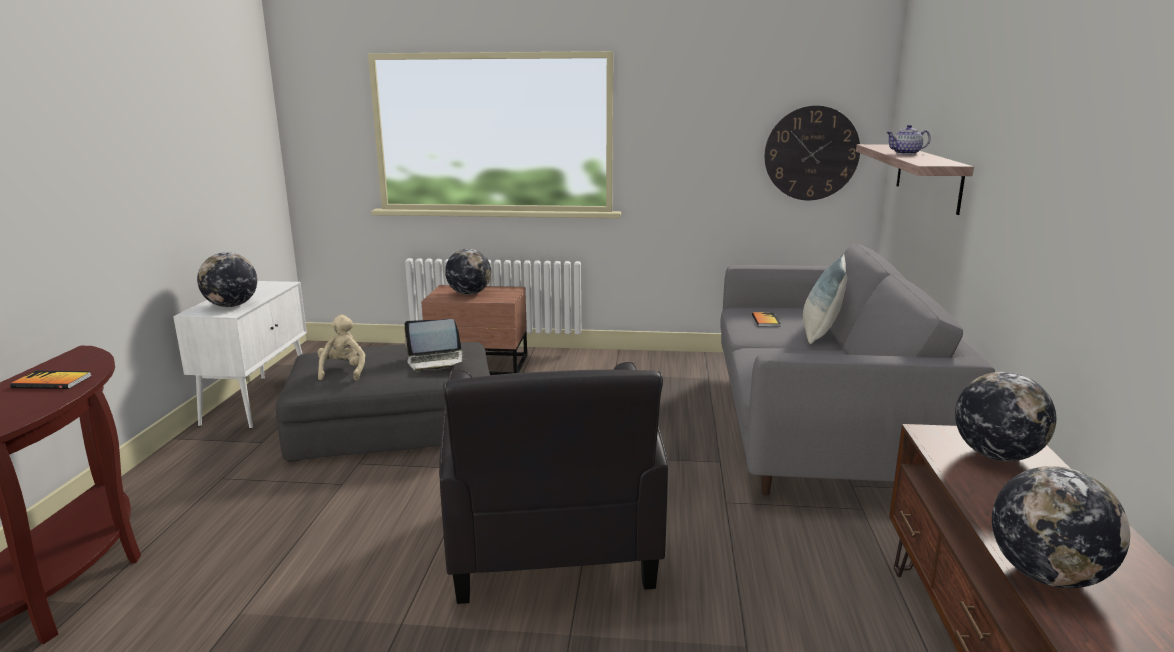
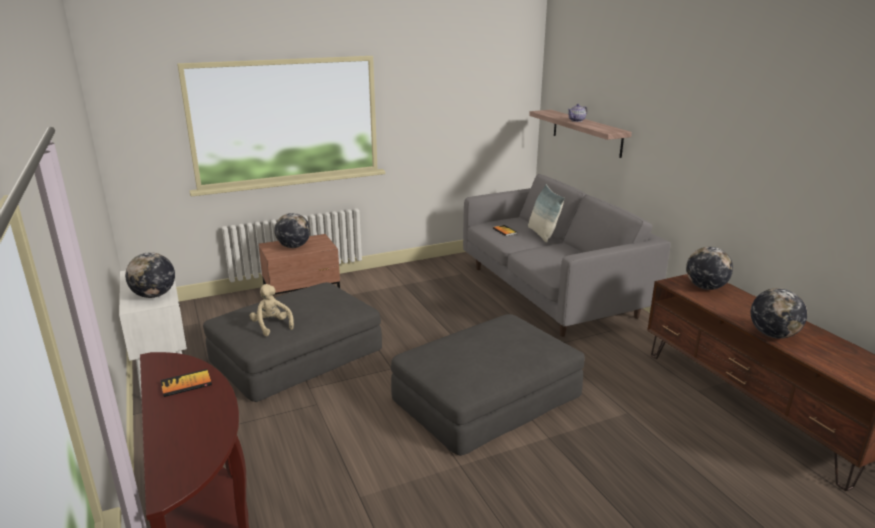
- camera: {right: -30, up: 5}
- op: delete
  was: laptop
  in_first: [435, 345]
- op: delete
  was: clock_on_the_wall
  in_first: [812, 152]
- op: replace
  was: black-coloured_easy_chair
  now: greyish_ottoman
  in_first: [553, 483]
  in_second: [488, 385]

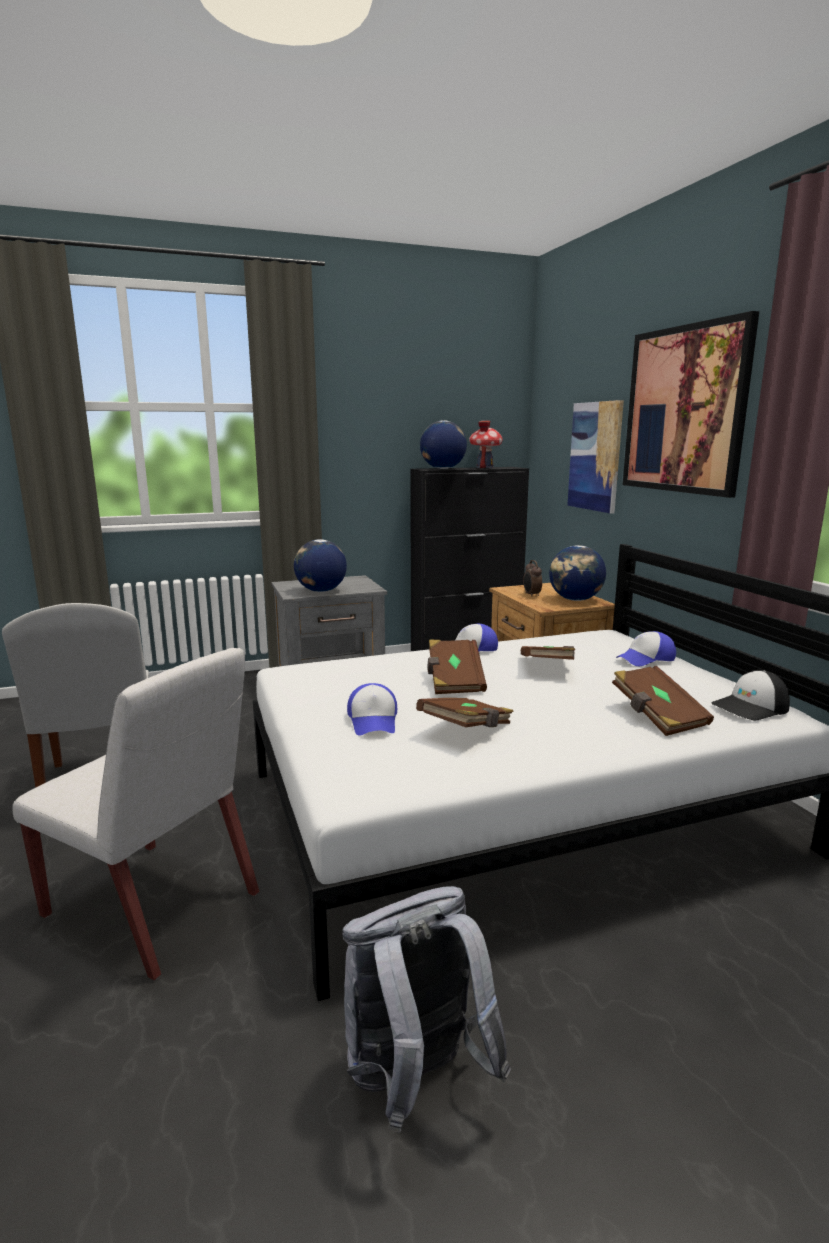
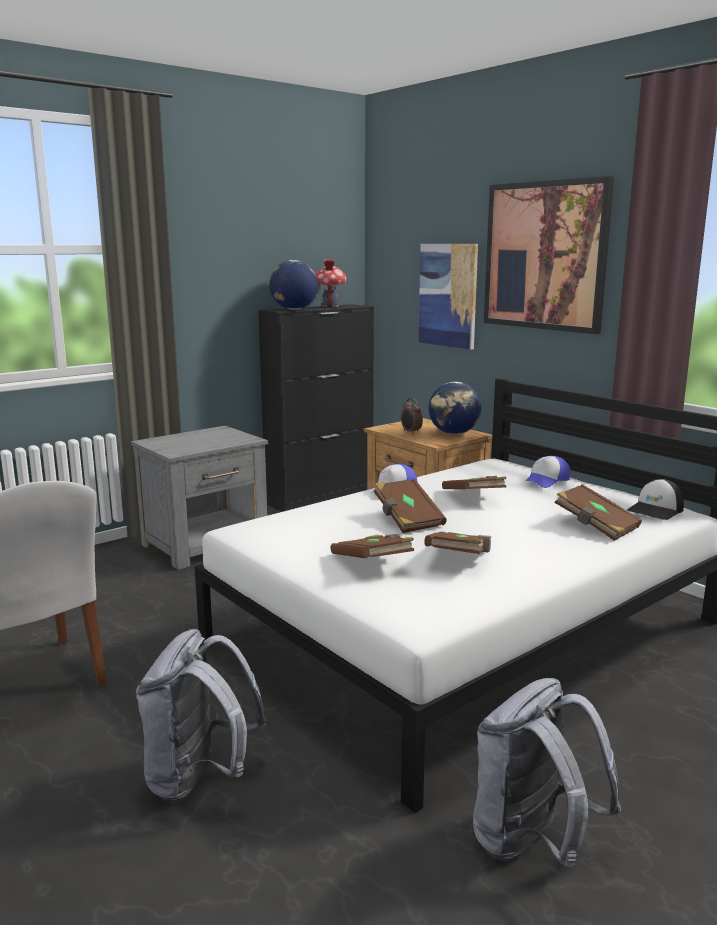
- camera: {right: -20, up: 0}
- op: delete
  was: world_globe
  in_first: [320, 565]
- op: replace
  was: white-coloured_chair
  now: greyish_backpack
  in_first: [135, 814]
  in_second: [201, 715]
- op: replace
  was: peaked_cap
  now: brown-coloured_book
  in_first: [372, 709]
  in_second: [372, 546]

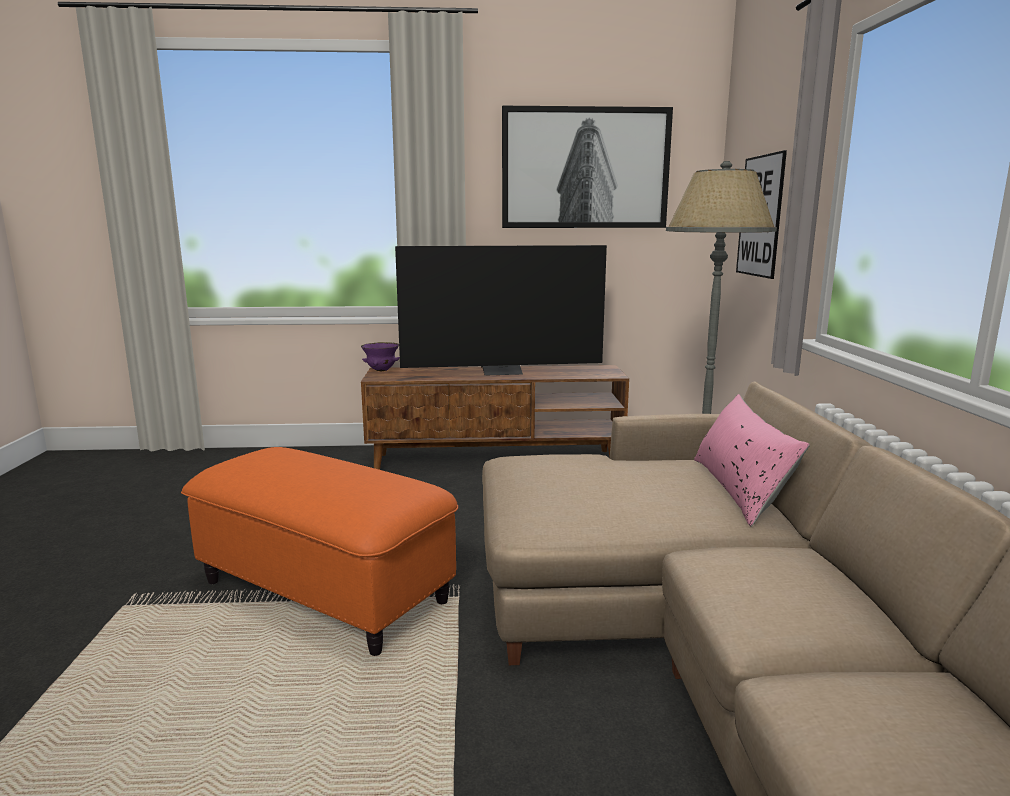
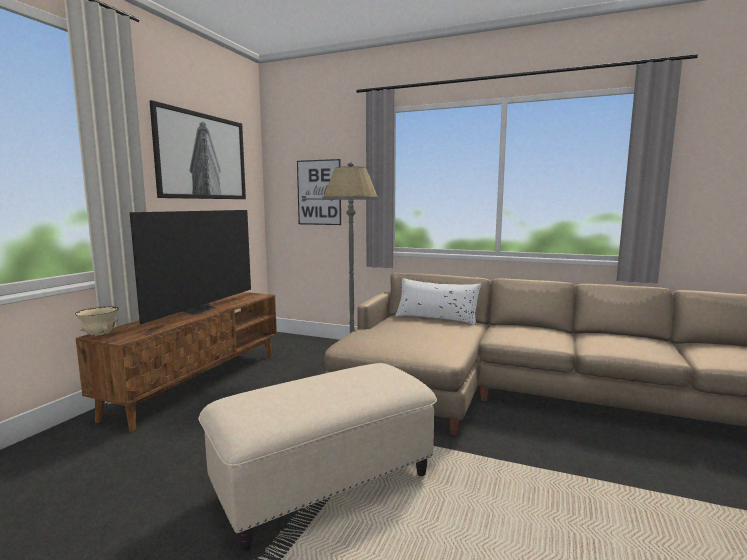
- camera: {right: -65, up: -5}
- op: recolor
  was: orange_ottoman
  now: beige_ottoman
  in_first: [319, 551]
  in_second: [317, 457]
- op: recolor
  was: purple-coloured_bowl
  now: beige_bowl
  in_first: [380, 356]
  in_second: [97, 321]
- op: recolor
  was: pink-coloured_throw_pillow
  now: white-coloured_throw_pillow
  in_first: [752, 460]
  in_second: [438, 301]

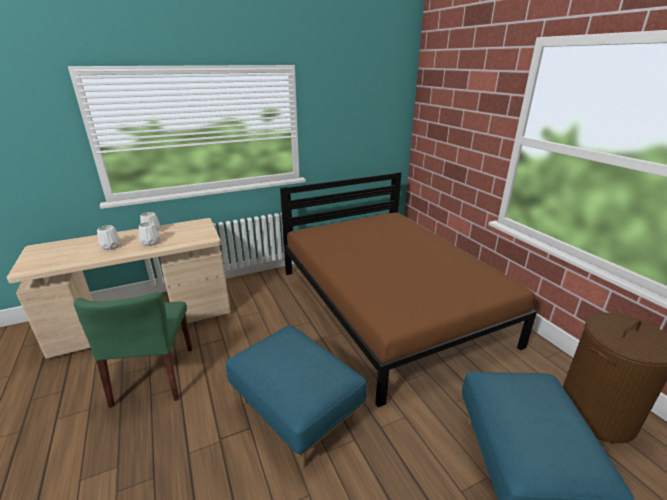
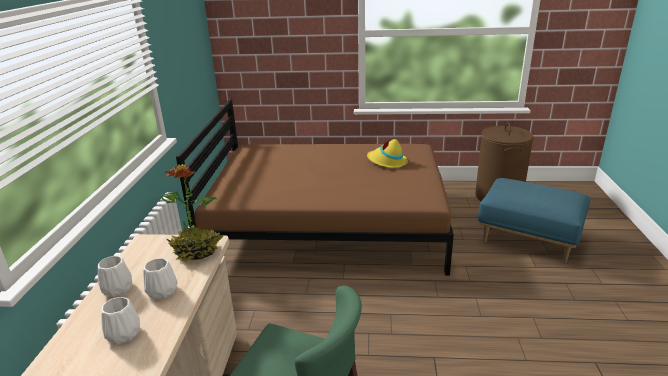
- camera: {right: -60, up: 0}
- op: delete
  was: blue_ottoman
  in_first: [296, 396]
- op: insert
  now: houseplant
  in_second: [190, 213]
- op: insert
  now: yellow-coloured_wearable_hat
  in_second: [387, 153]

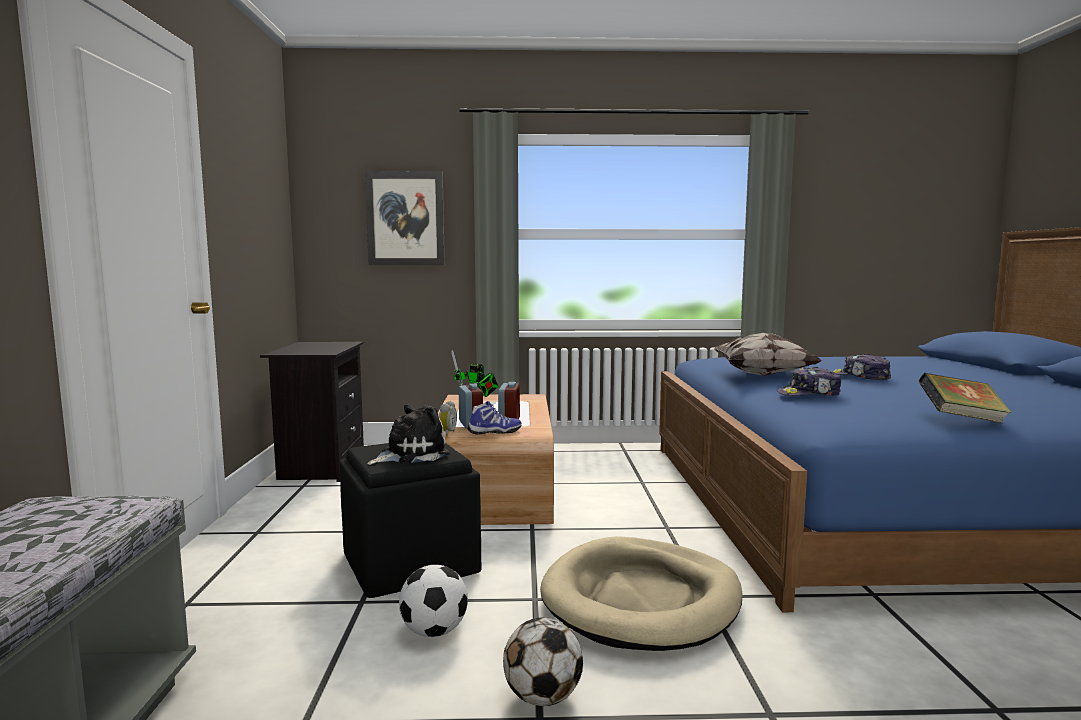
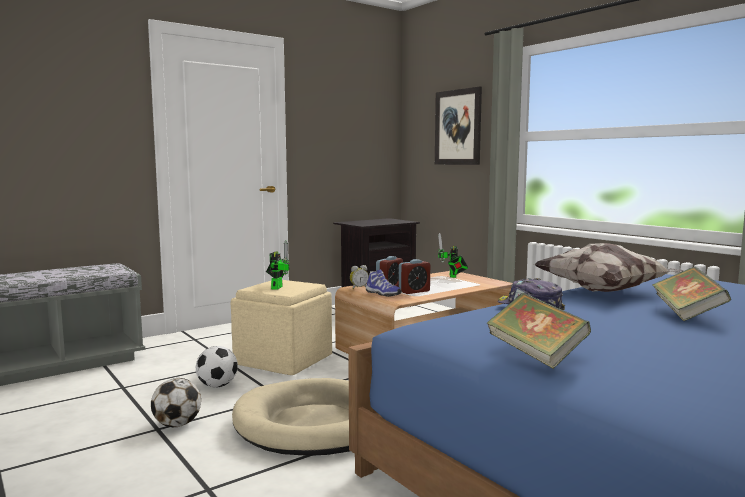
- camera: {right: 55, up: 0}
- op: replace
  was: cuddly_toy
  now: robot_figure
  in_first: [408, 434]
  in_second: [278, 265]
- op: replace
  was: peaked_cap
  now: book
  in_first: [862, 367]
  in_second: [691, 294]
- op: recolor
  was: black-coloured_ottoman
  now: beige_ottoman
  in_first: [410, 520]
  in_second: [281, 327]

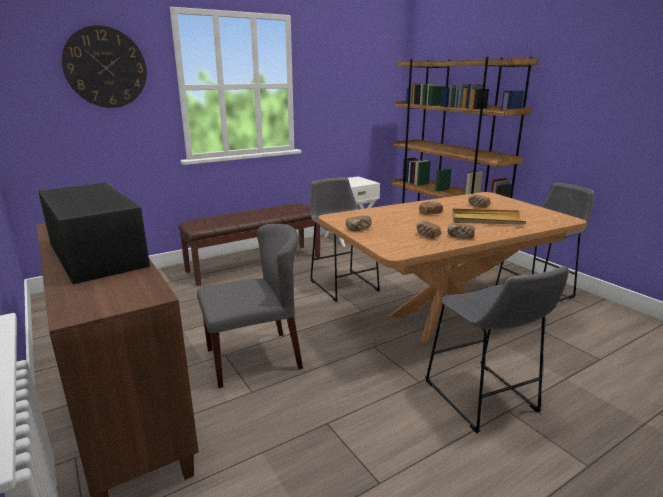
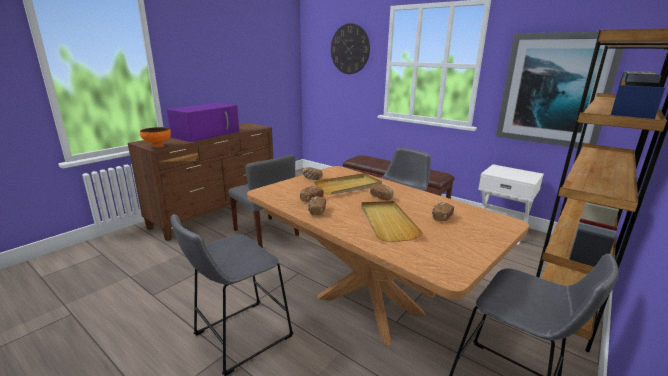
- camera: {right: 70, up: 0}
- op: insert
  now: orange_bowl
  in_second: [155, 137]
- op: insert
  now: beige_tray
  in_second: [348, 184]
- op: insert
  now: wall_picture
  in_second: [560, 90]
- op: recolor
  was: black-coloured_kitchen_microwave
  now: purple-coloured_kitchen_microwave
  in_first: [94, 233]
  in_second: [203, 122]

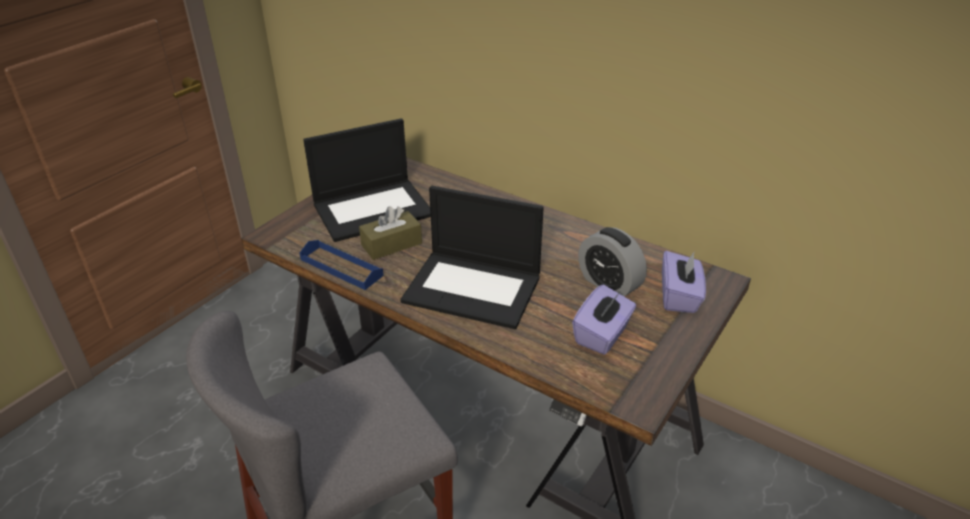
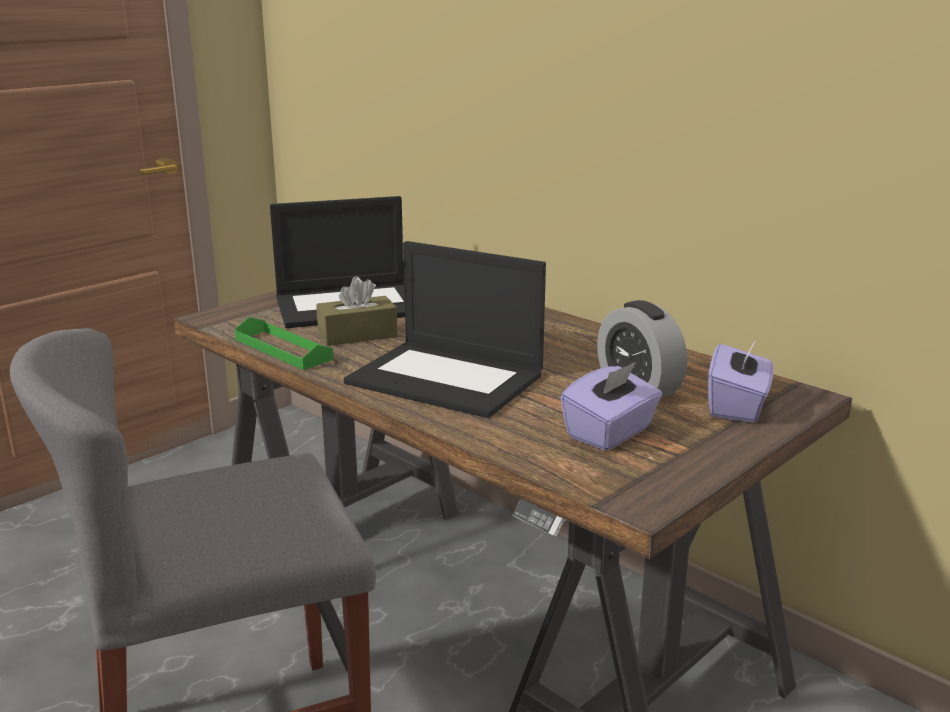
- camera: {right: 10, up: -15}
- op: recolor
  was: blue_tray
  now: green_tray
  in_first: [342, 265]
  in_second: [284, 343]

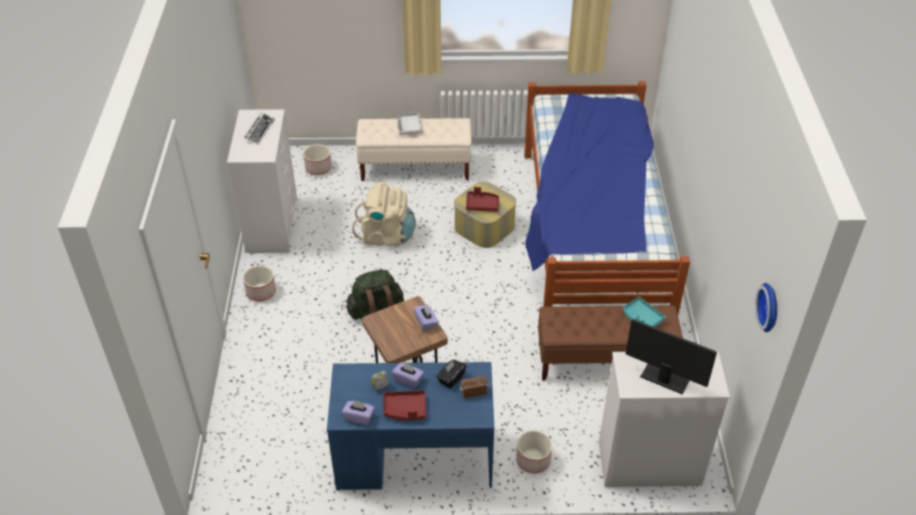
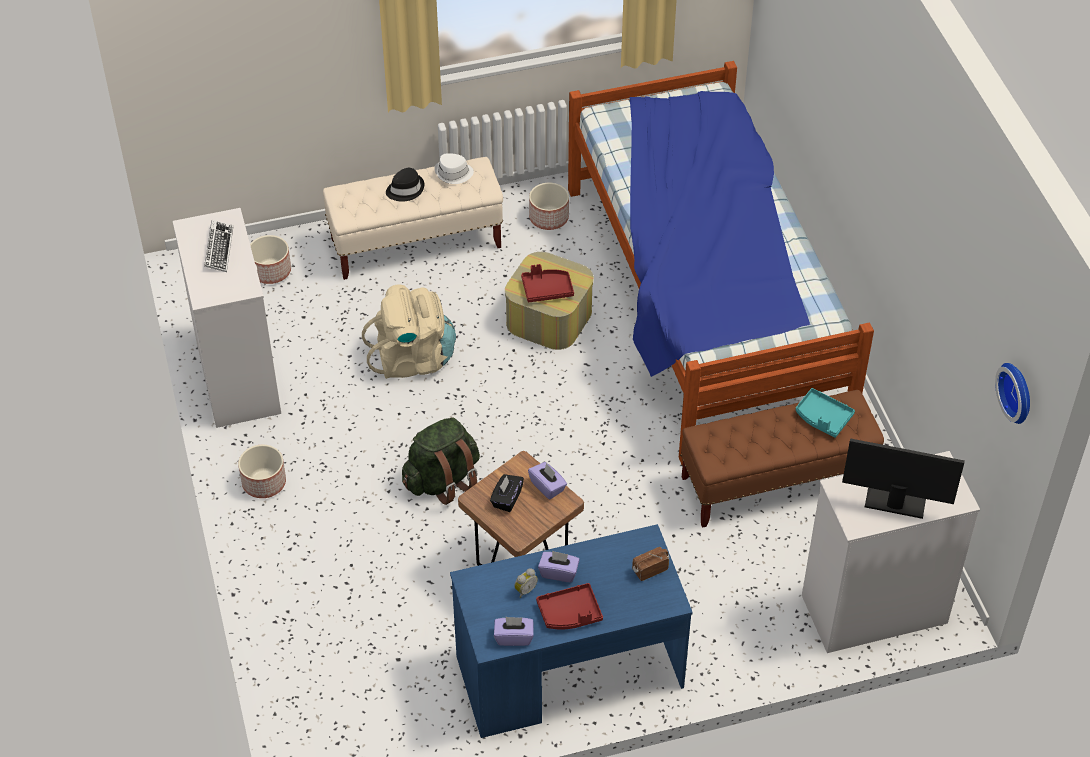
- camera: {right: -15, up: 5}
- op: insert
  now: white-coloured_wearable_hat
  in_second: [454, 168]
- op: move
  was: black-coloured_tissue_box
  in_first: [451, 373]
  in_second: [507, 493]
- op: move
  was: flower_pot
  in_first: [534, 452]
  in_second: [549, 206]
- op: replace
  was: greyish_tray
  now: black-coloured_wearable_hat
  in_first: [409, 123]
  in_second: [405, 185]

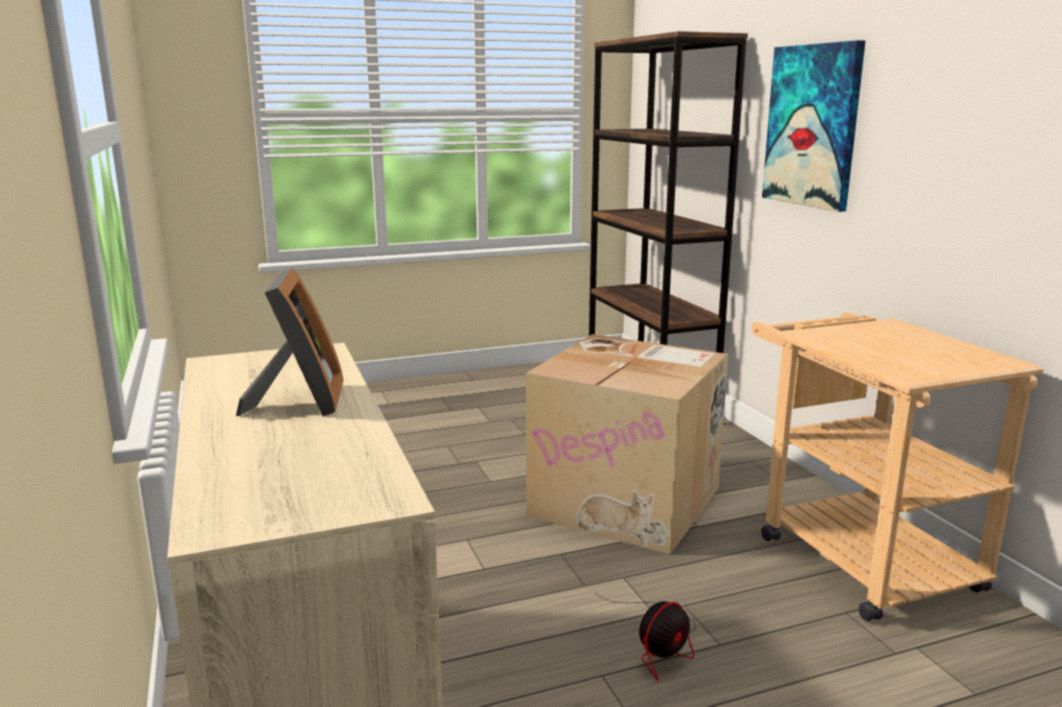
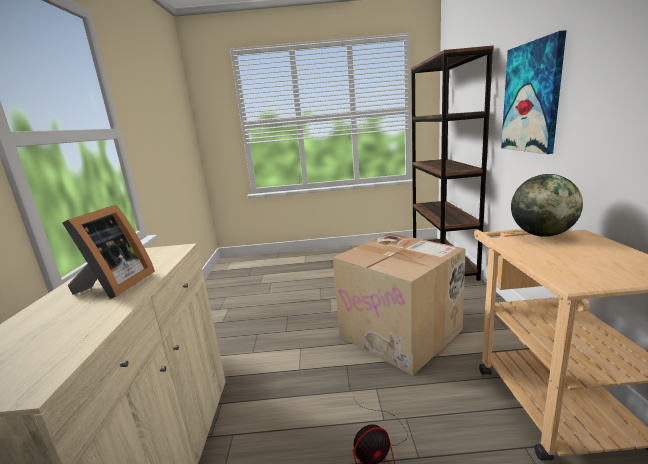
- camera: {right: 20, up: 0}
- op: insert
  now: world_globe
  in_second: [547, 205]

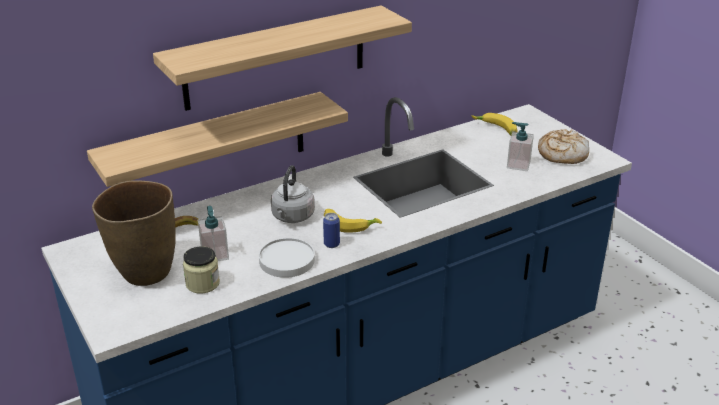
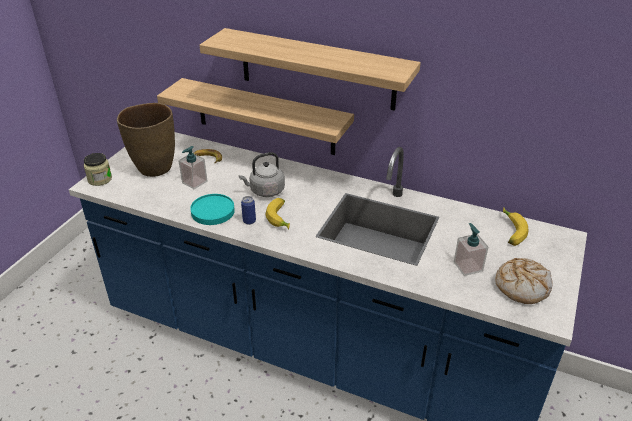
- camera: {right: 55, up: 5}
- op: move
  was: storage_jar
  in_first: [201, 270]
  in_second: [98, 169]
- op: recolor
  was: white-coloured_flat_dish
  now: blue-green_flat_dish
  in_first: [287, 258]
  in_second: [212, 209]

